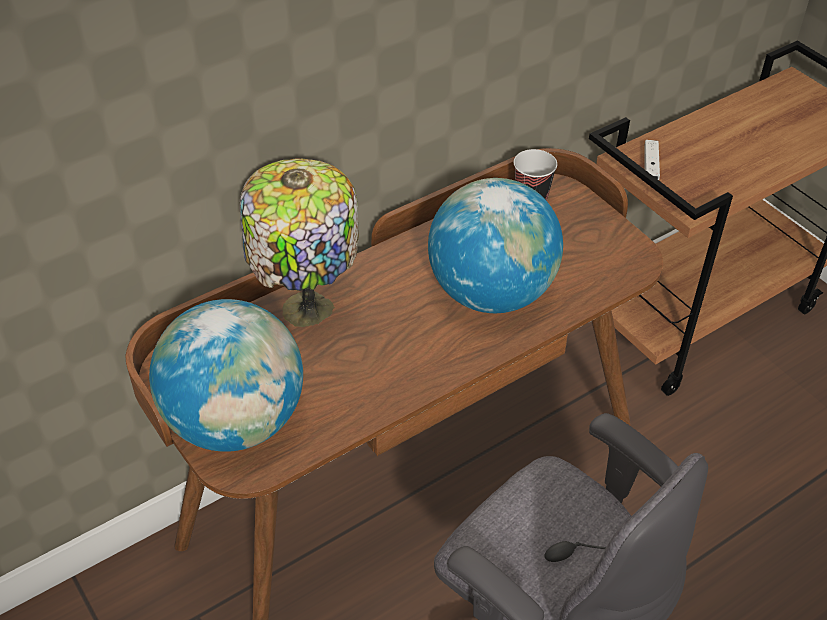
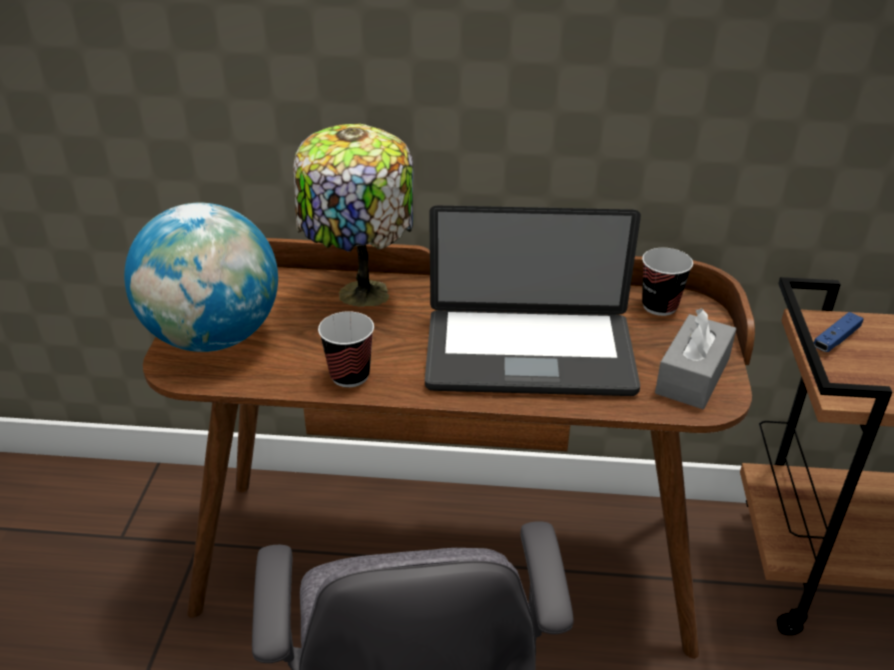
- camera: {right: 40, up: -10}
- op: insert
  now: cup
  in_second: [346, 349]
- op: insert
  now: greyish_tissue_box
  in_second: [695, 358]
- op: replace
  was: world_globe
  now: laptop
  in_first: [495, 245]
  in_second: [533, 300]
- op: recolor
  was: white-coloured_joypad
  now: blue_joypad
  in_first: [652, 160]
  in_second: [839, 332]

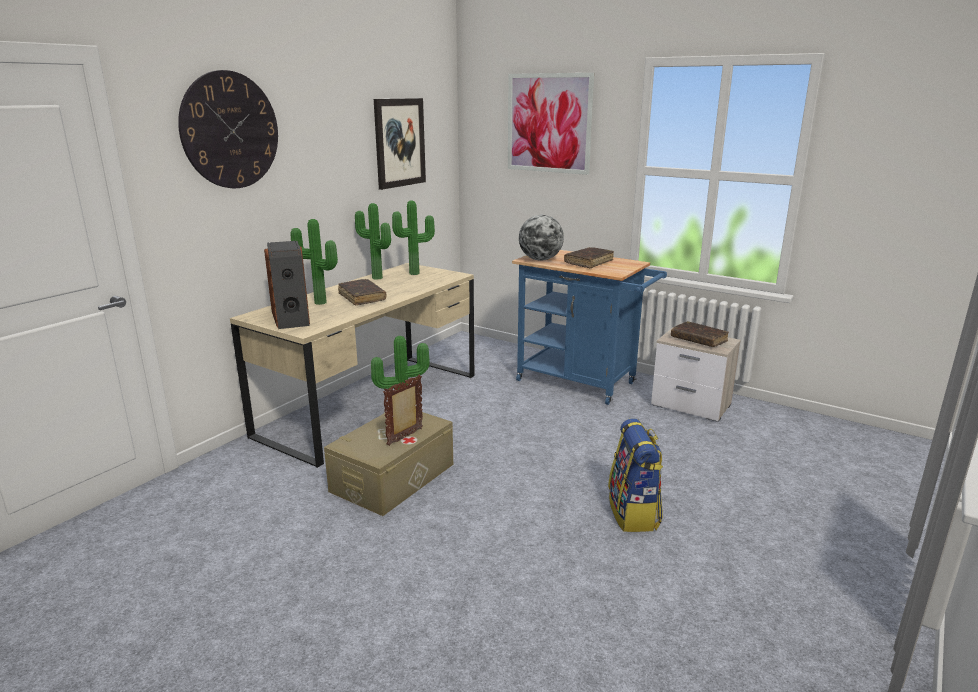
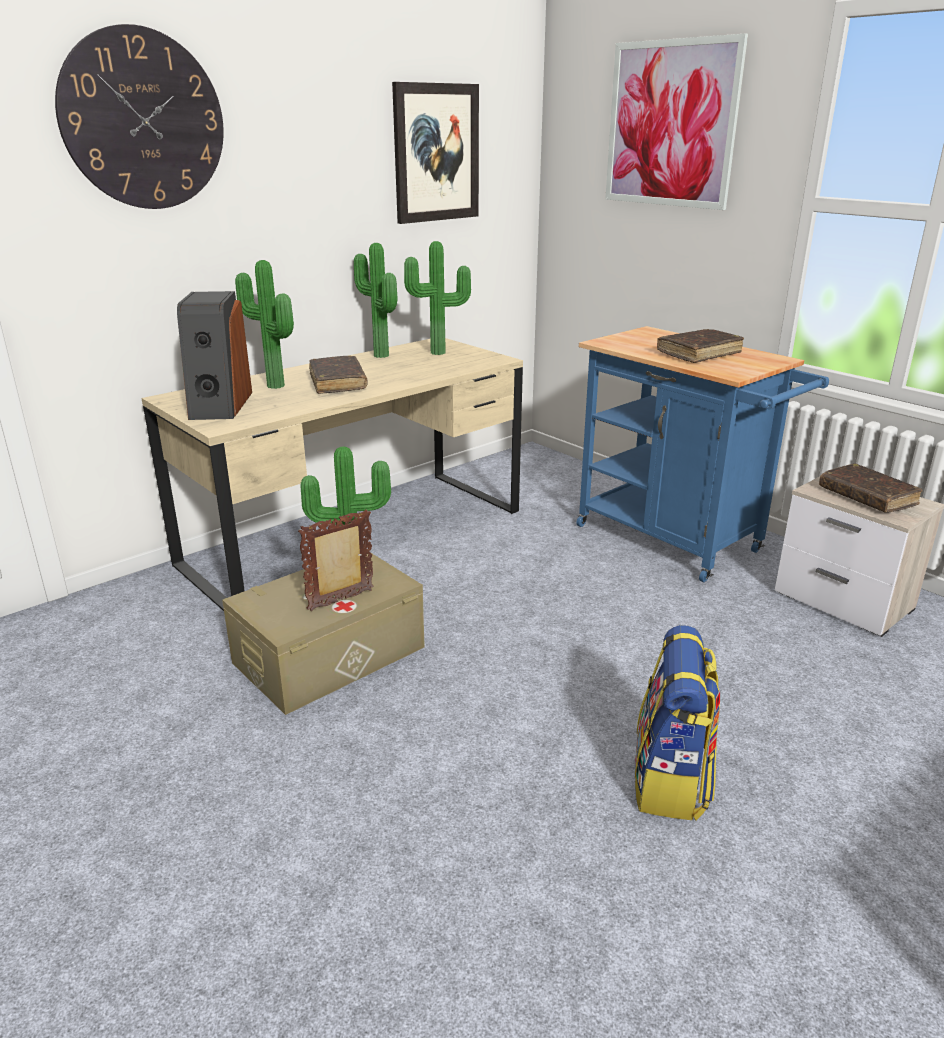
- camera: {right: 15, up: 5}
- op: delete
  was: world_globe
  in_first: [541, 238]

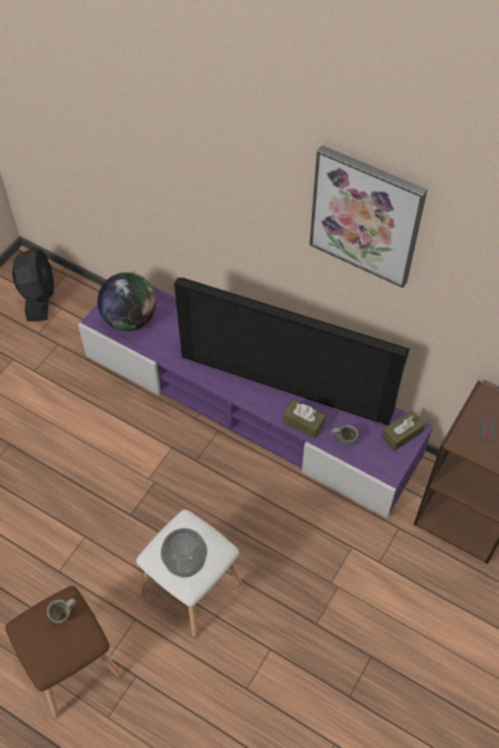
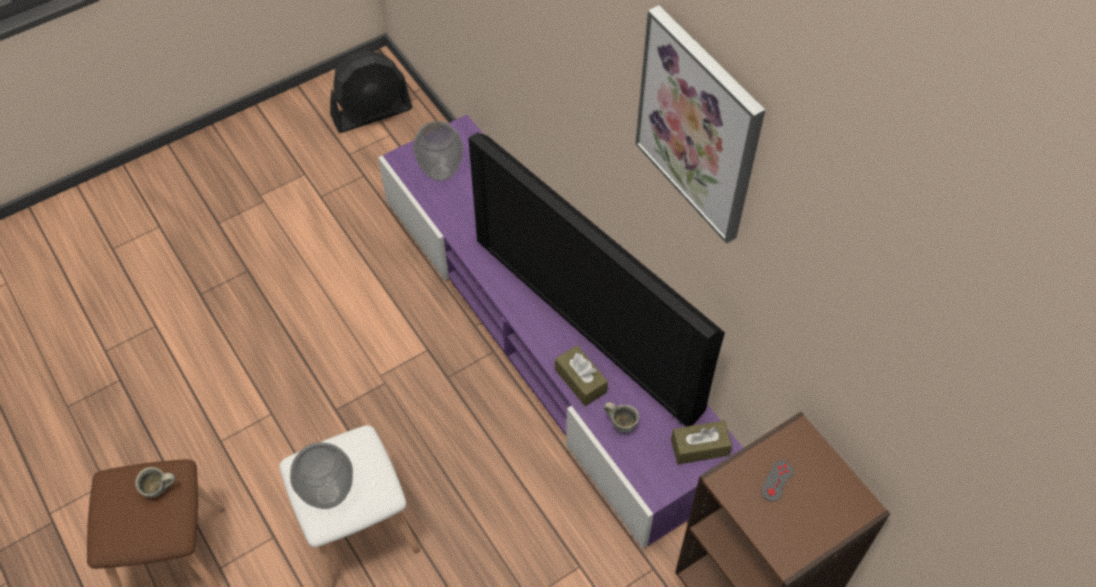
- camera: {right: 25, up: 0}
- op: replace
  was: world_globe
  now: decorative_vase
  in_first: [126, 301]
  in_second: [438, 151]
- op: rotate
  was: black-coloured_electric_fan
  in_first: [33, 284]
  in_second: [371, 91]
  clockwise: 45

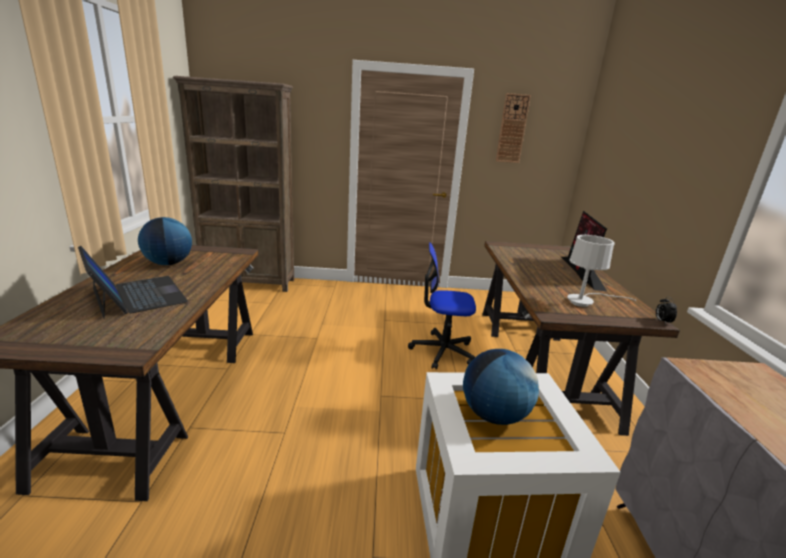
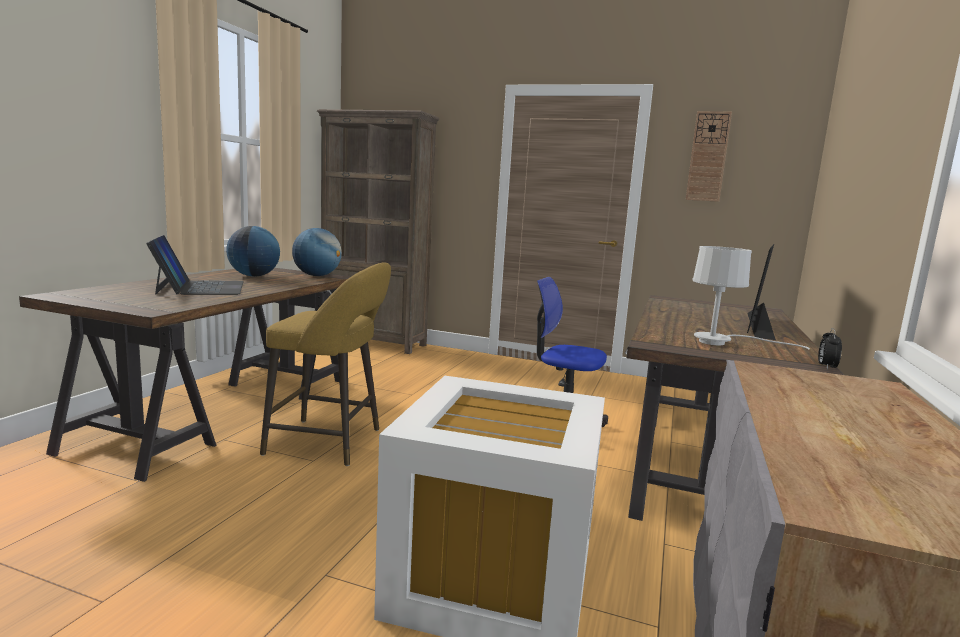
- camera: {right: 20, up: -10}
- op: insert
  now: yellow-coloured_sitting_stool
  in_second: [325, 364]
- op: move
  was: world_globe
  in_first: [501, 387]
  in_second: [317, 252]

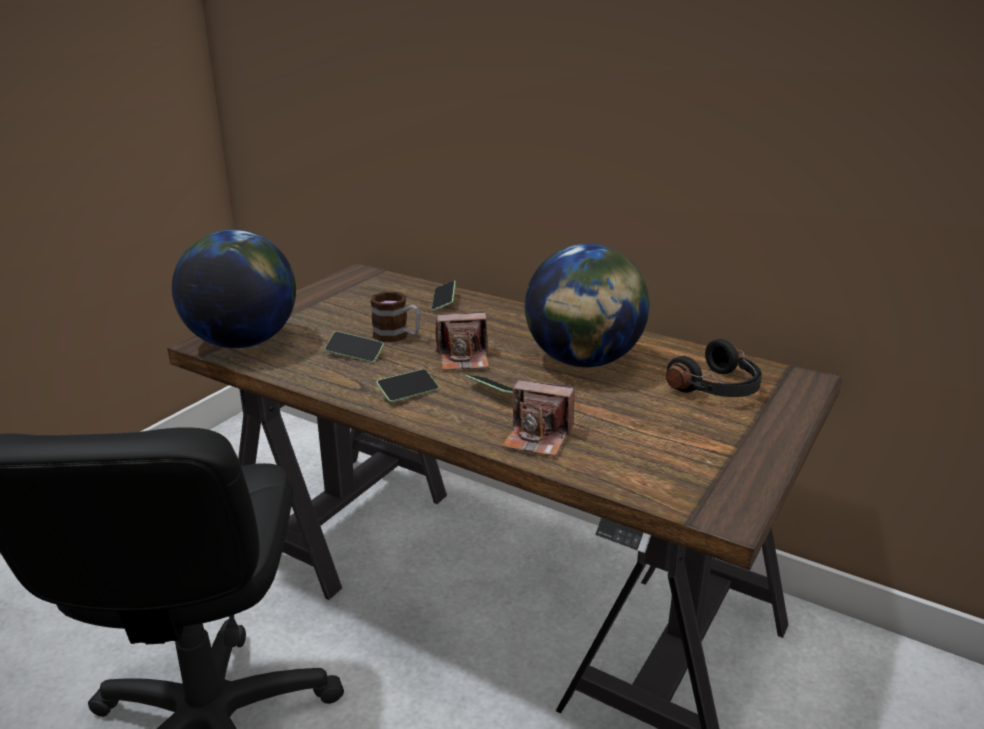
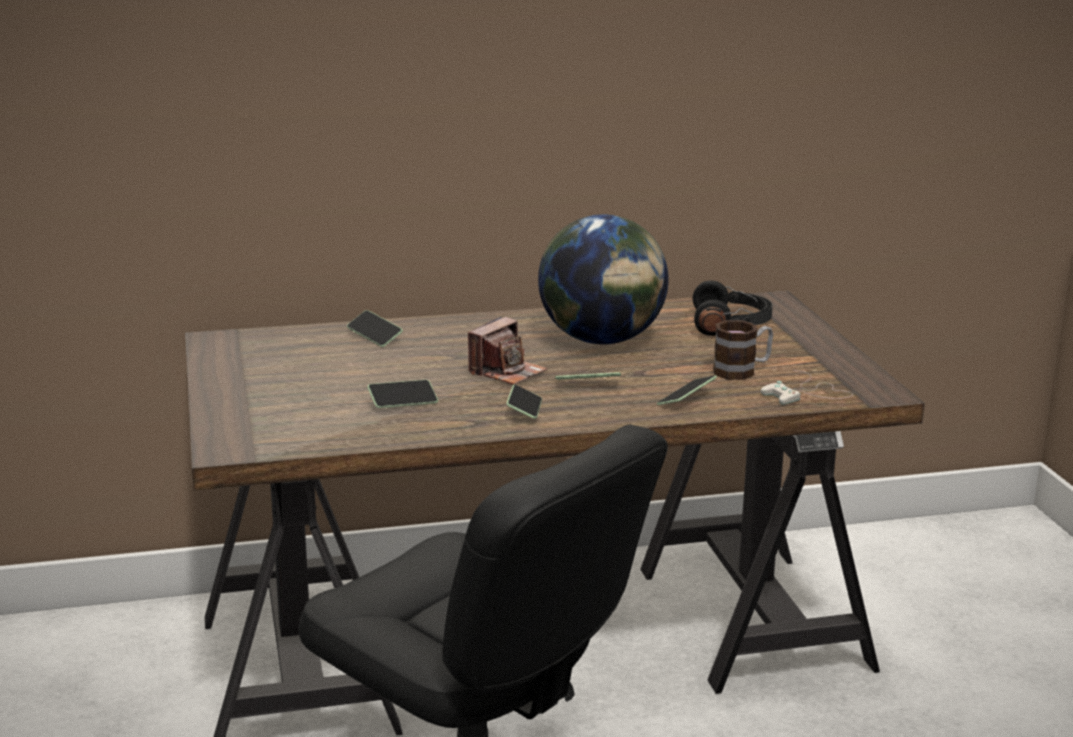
- camera: {right: -45, up: -5}
- op: delete
  was: world_globe
  in_first: [234, 288]
- op: insert
  now: white-coloured_joypad
  in_second: [807, 387]
- op: move
  was: coffee_mug
  in_first: [395, 317]
  in_second: [743, 350]
- op: replace
  was: photo_camera
  now: handset
  in_first: [538, 418]
  in_second: [687, 390]

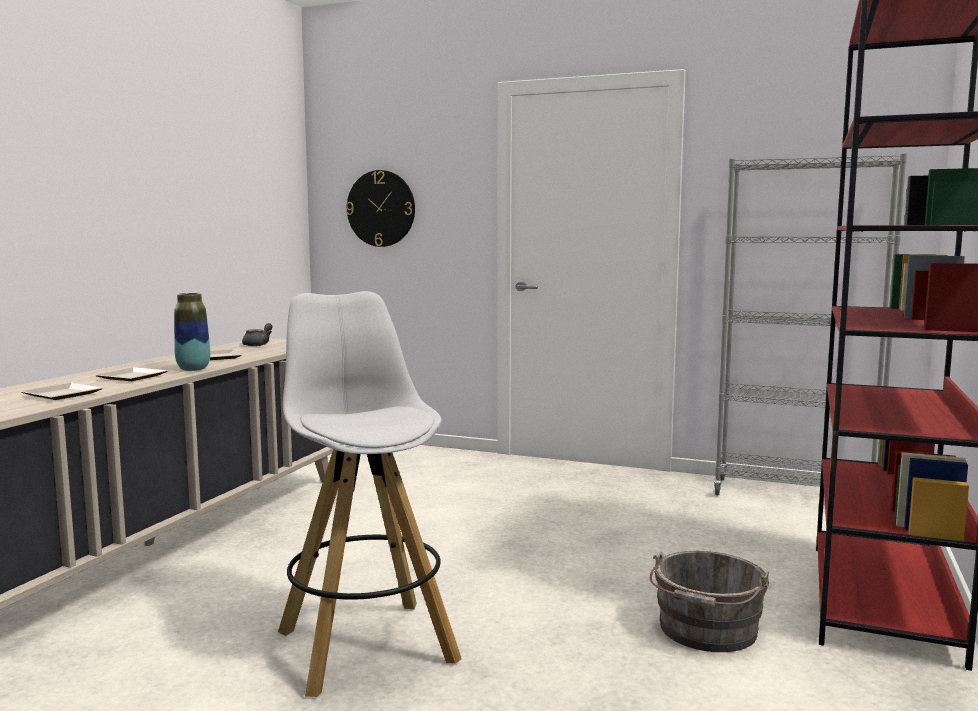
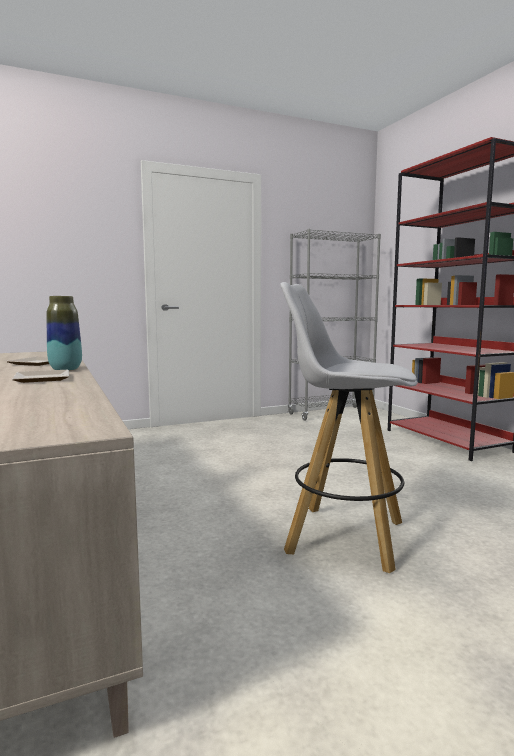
- camera: {right: -45, up: 0}
- op: delete
  was: flat_dish
  in_first: [62, 391]
- op: delete
  was: greyish_teapot
  in_first: [257, 334]
- op: delete
  was: clock_on_the_wall
  in_first: [380, 208]
- op: delete
  was: greyish_water_bucket
  in_first: [709, 601]

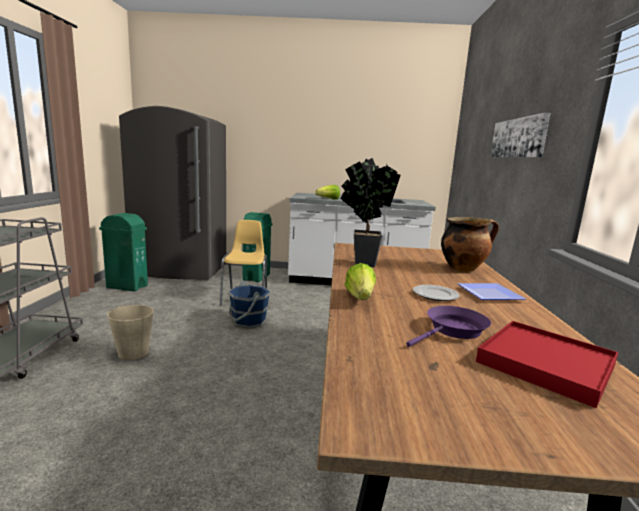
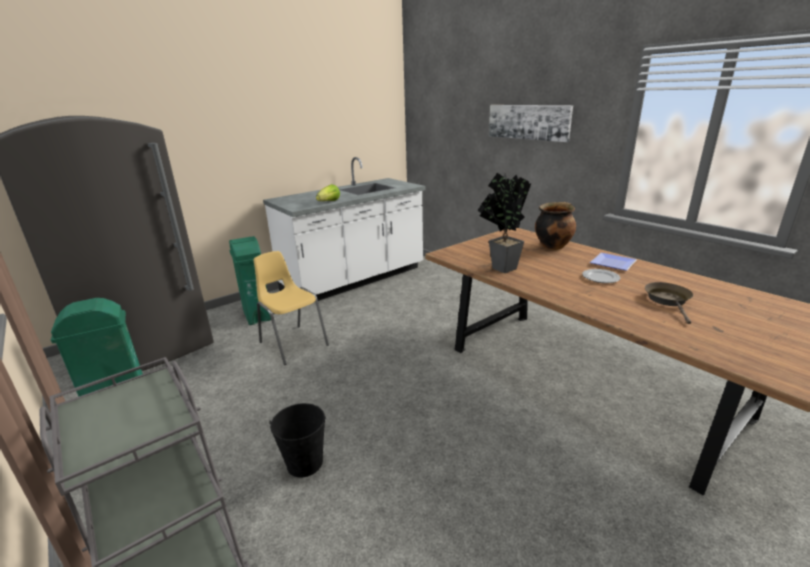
- camera: {right: -40, up: 10}
- op: delete
  was: blue_water_bucket
  in_first: [249, 304]
- op: delete
  was: lettuce
  in_first: [360, 281]
- op: delete
  was: reddish_tray
  in_first: [547, 364]
- op: recolor
  was: beige_water_bucket
  now: black-coloured_water_bucket
  in_first: [130, 332]
  in_second: [297, 440]
- op: recolor
  was: purple-coloured_pan
  now: brown-coloured_pan
  in_first: [448, 326]
  in_second: [669, 303]

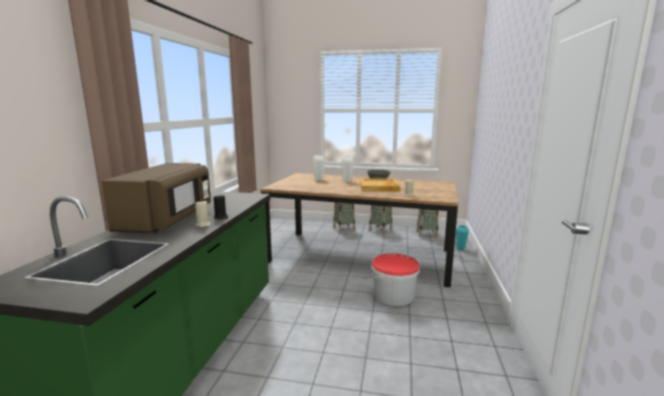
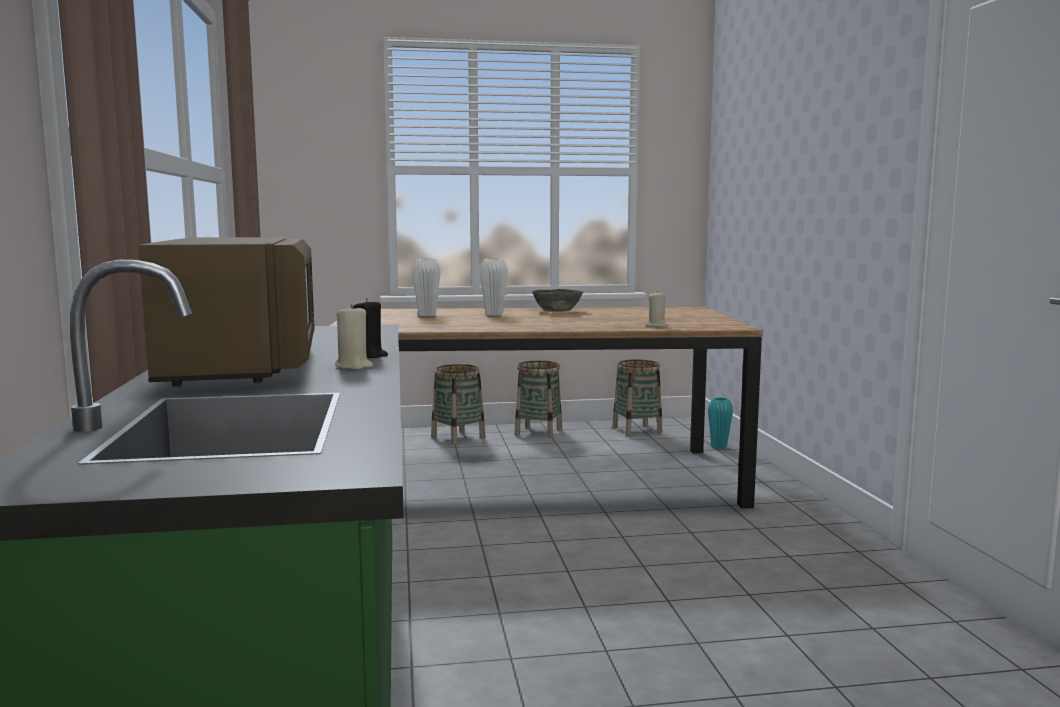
- camera: {right: -20, up: -5}
- op: delete
  was: beige_tray
  in_first: [380, 185]
- op: delete
  was: water_bucket
  in_first: [395, 279]

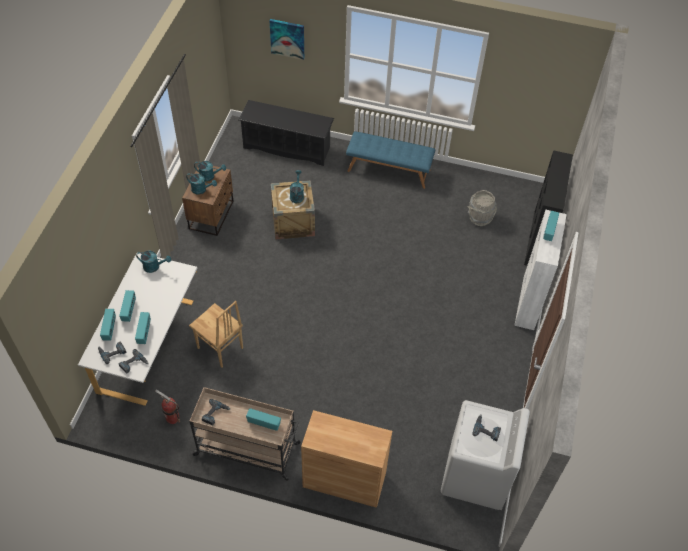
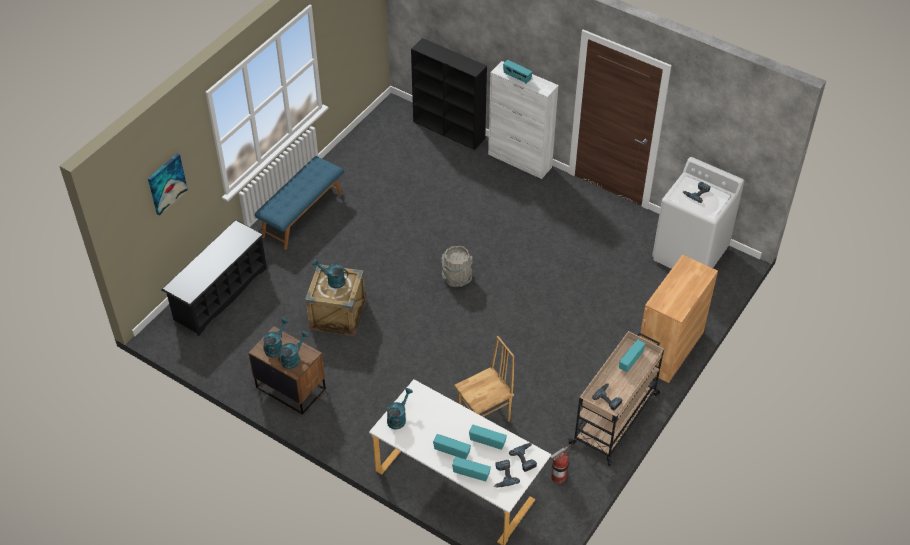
- camera: {right: -70, up: -5}
- op: move
  was: greyish_water_bucket
  in_first: [482, 208]
  in_second: [456, 266]

